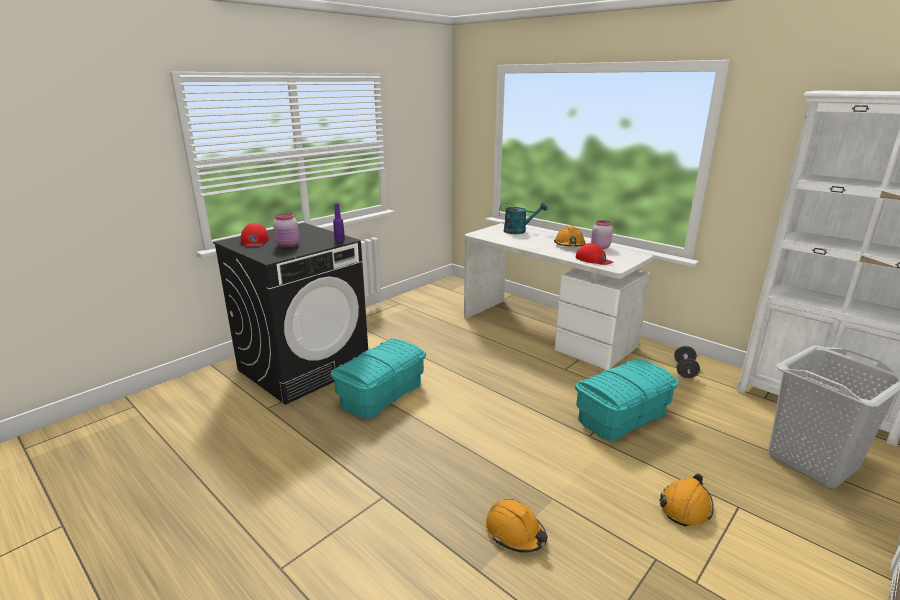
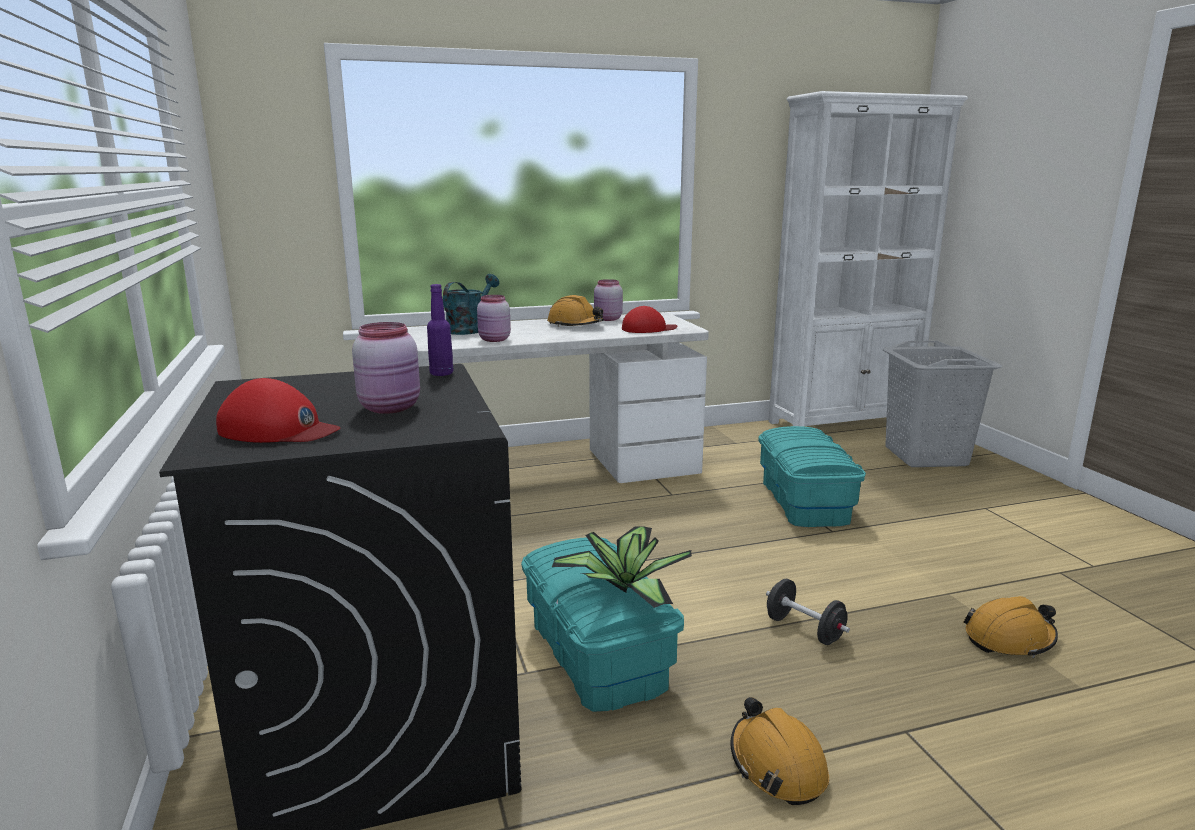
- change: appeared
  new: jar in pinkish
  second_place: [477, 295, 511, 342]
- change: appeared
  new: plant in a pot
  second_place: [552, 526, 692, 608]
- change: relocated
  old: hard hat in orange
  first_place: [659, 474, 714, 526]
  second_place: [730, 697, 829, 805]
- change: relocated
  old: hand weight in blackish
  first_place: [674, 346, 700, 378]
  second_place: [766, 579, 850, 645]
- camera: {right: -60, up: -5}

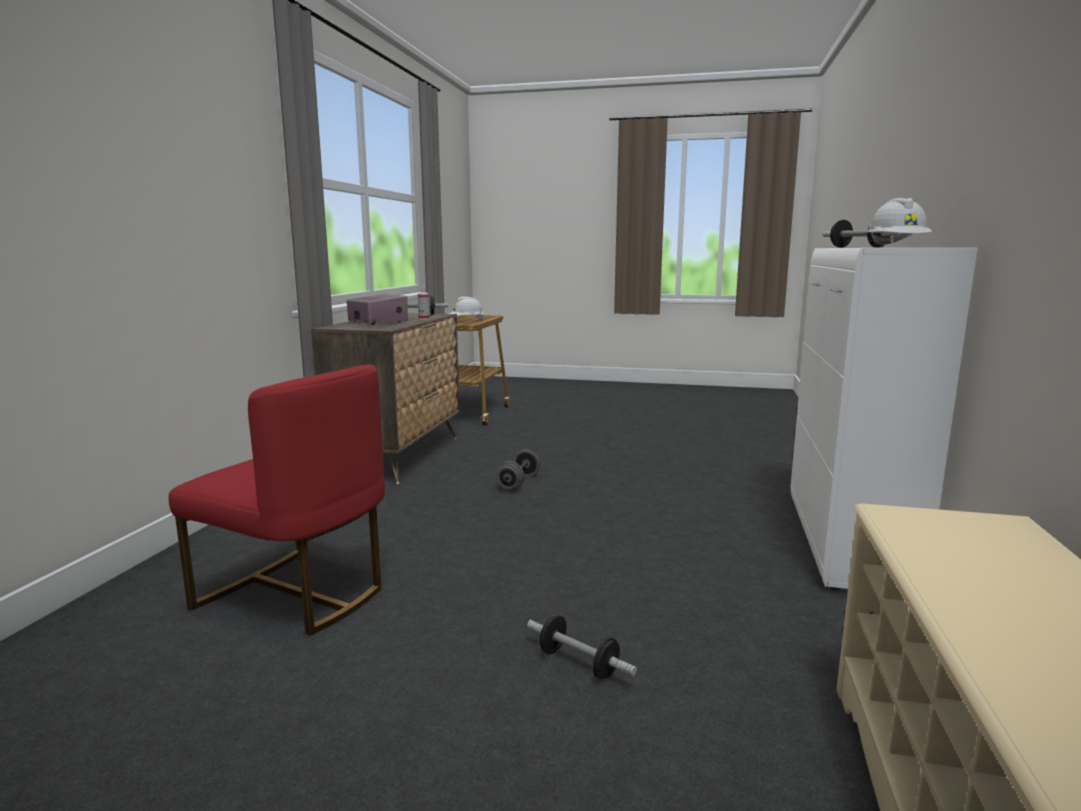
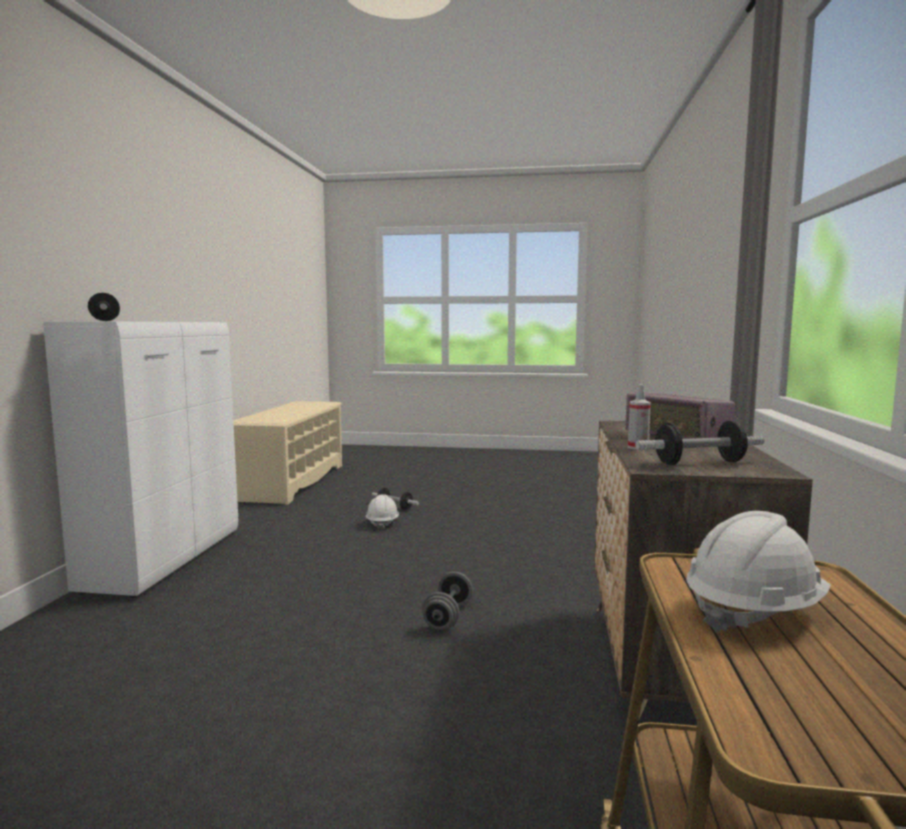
- change: relocated
  old: hard hat in whitish
  first_place: [867, 198, 932, 247]
  second_place: [366, 494, 399, 530]
- change: missing
  old: plain chair in reddish
  first_place: [168, 365, 385, 635]
- camera: {right: 175, up: -5}

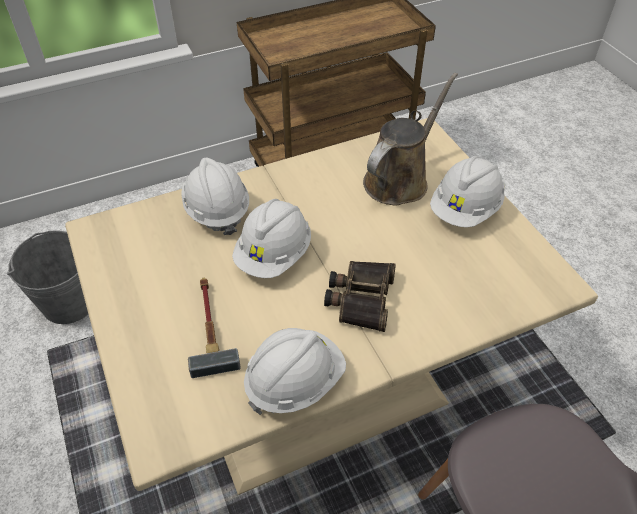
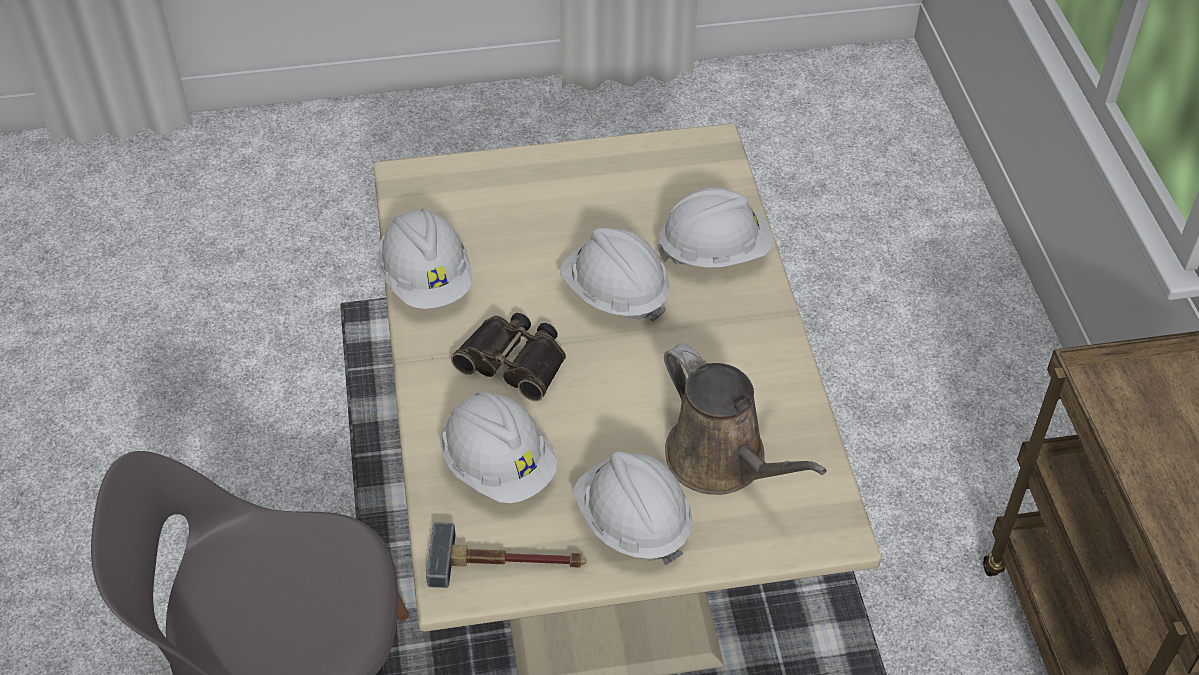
- change: relocated
  old: hand hammer
  first_place: [188, 278, 241, 378]
  second_place: [426, 522, 587, 588]
- change: appeared
  new: hard hat in whitish
  second_place: [440, 392, 558, 503]
- change: missing
  old: water bucket in grey
  first_place: [7, 230, 88, 324]
- camera: {right: 105, up: 0}

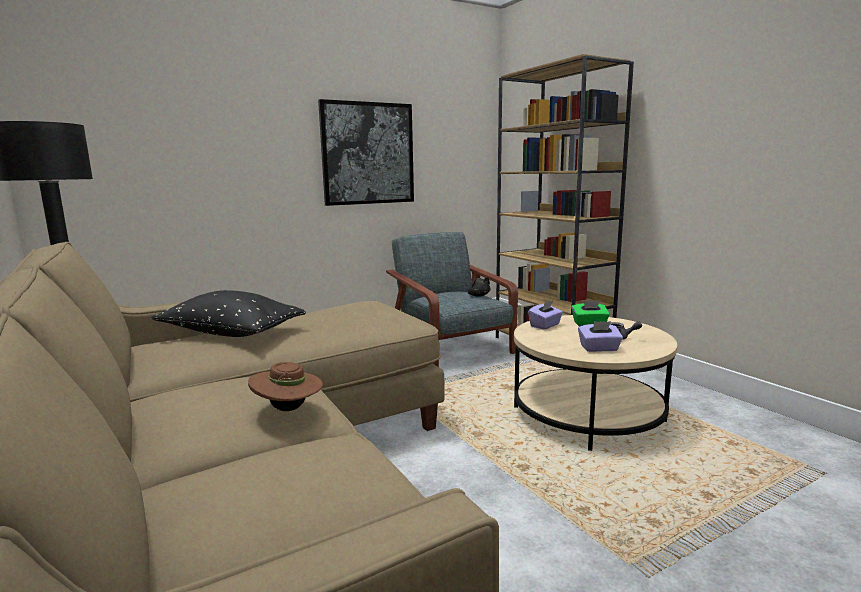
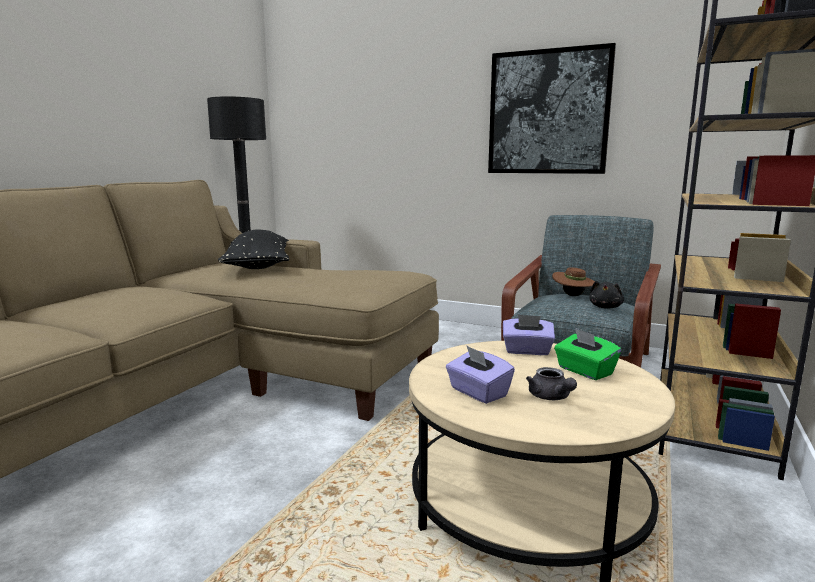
- change: relocated
  old: clothing hat in brown-coloured
  first_place: [248, 362, 323, 411]
  second_place: [552, 267, 595, 296]
- camera: {right: 55, up: 0}

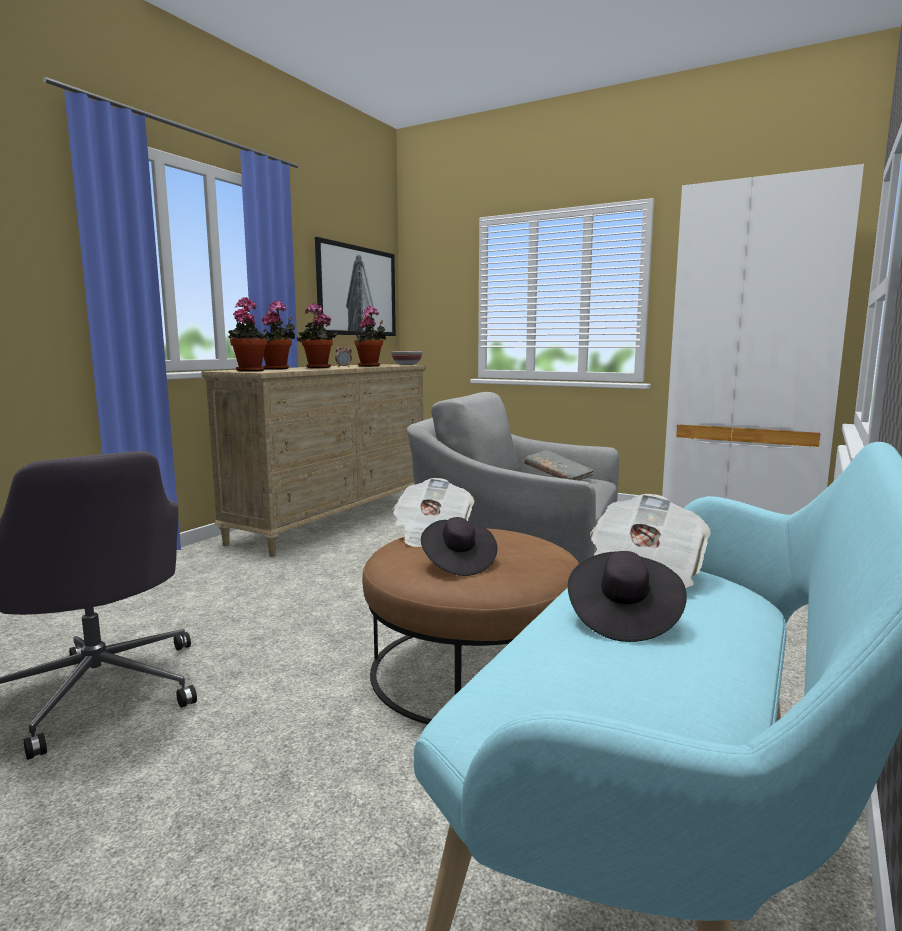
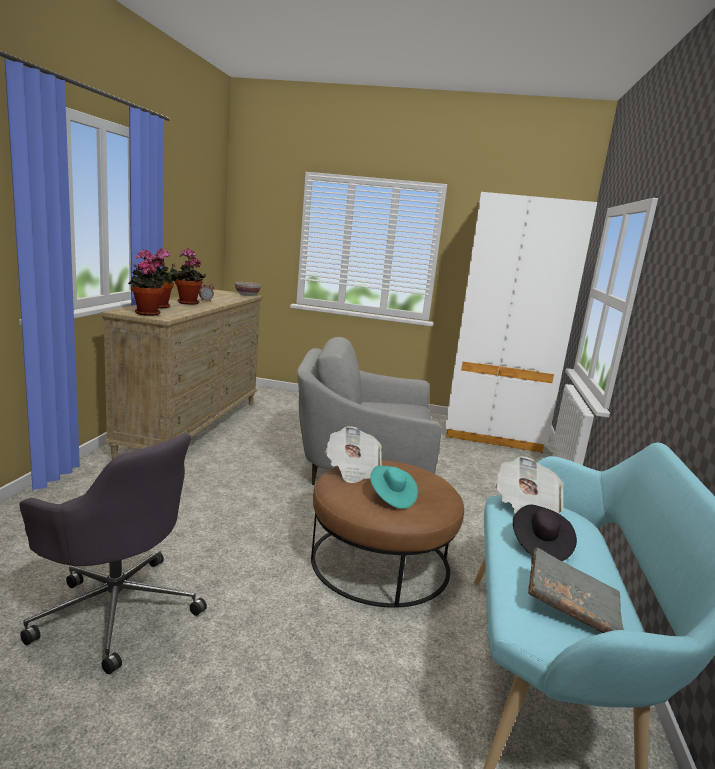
- change: colour
  old: clothing hat in blackish
  new: clothing hat in blue-green
  first_place: [421, 517, 497, 576]
  second_place: [370, 466, 418, 509]
- change: relocated
  old: book in grey
  first_place: [524, 449, 594, 481]
  second_place: [528, 547, 624, 633]
- change: missing
  old: picture
  first_place: [315, 237, 396, 336]
- change: missing
  old: plant in a pot
  first_place: [354, 306, 386, 367]
- camera: {right: -20, up: 5}

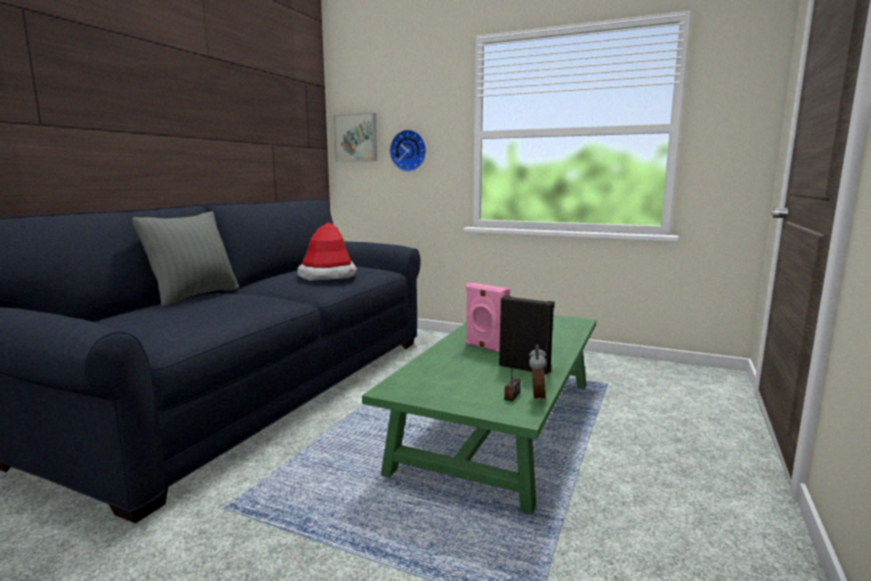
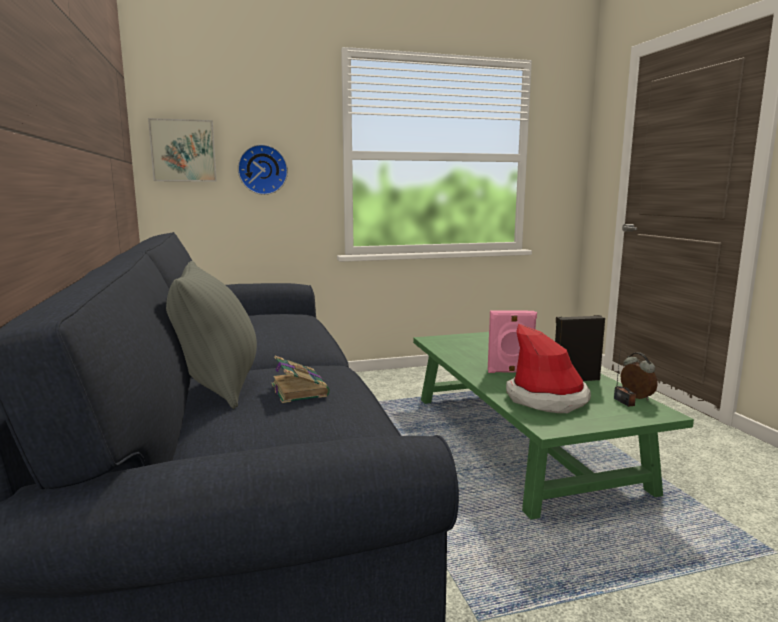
- change: appeared
  new: book
  second_place: [271, 356, 330, 403]
- change: relocated
  old: clothing hat
  first_place: [297, 222, 357, 281]
  second_place: [506, 324, 591, 413]
- camera: {right: -40, up: 0}

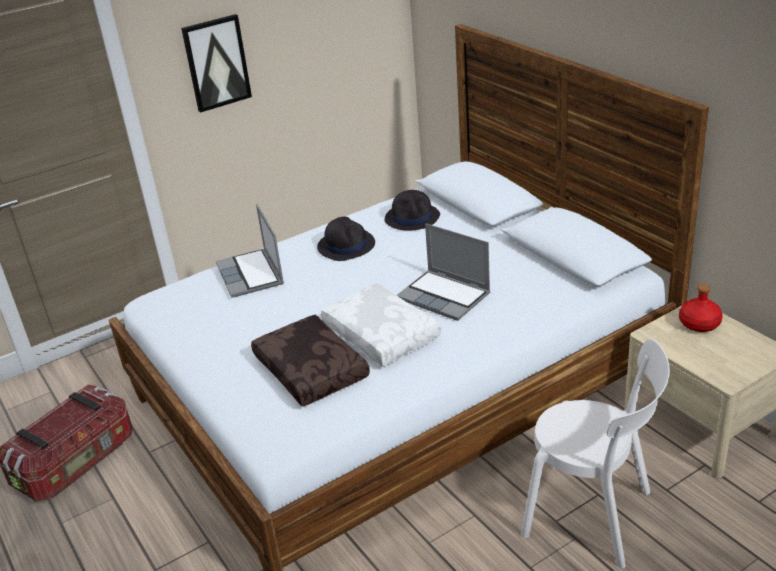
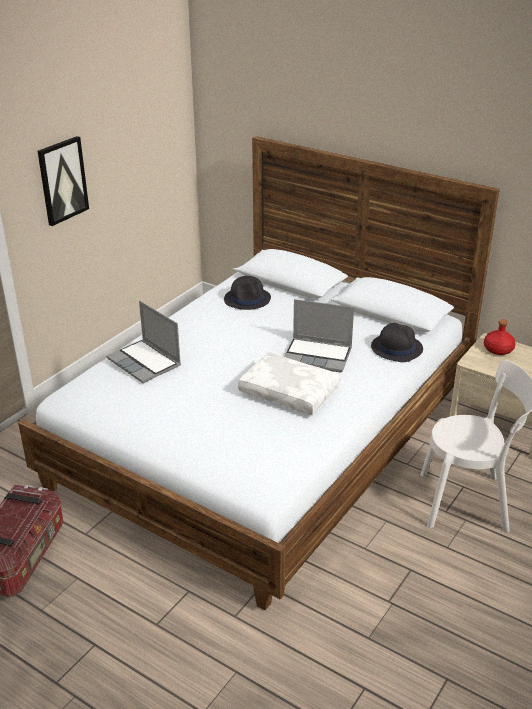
- change: relocated
  old: clothing hat in blackish
  first_place: [317, 216, 375, 261]
  second_place: [371, 323, 423, 362]
- change: missing
  old: pillow in brown-coloured
  first_place: [251, 315, 370, 407]
- camera: {right: -25, up: 0}

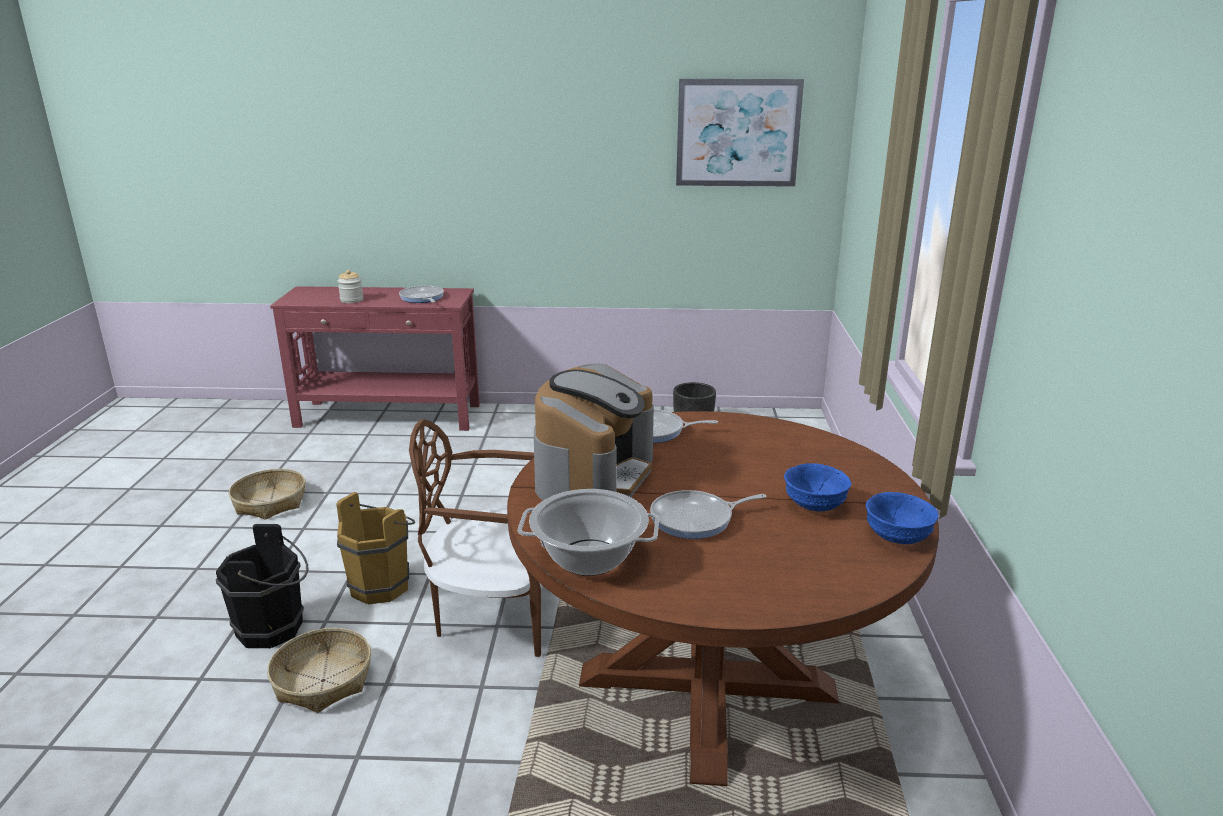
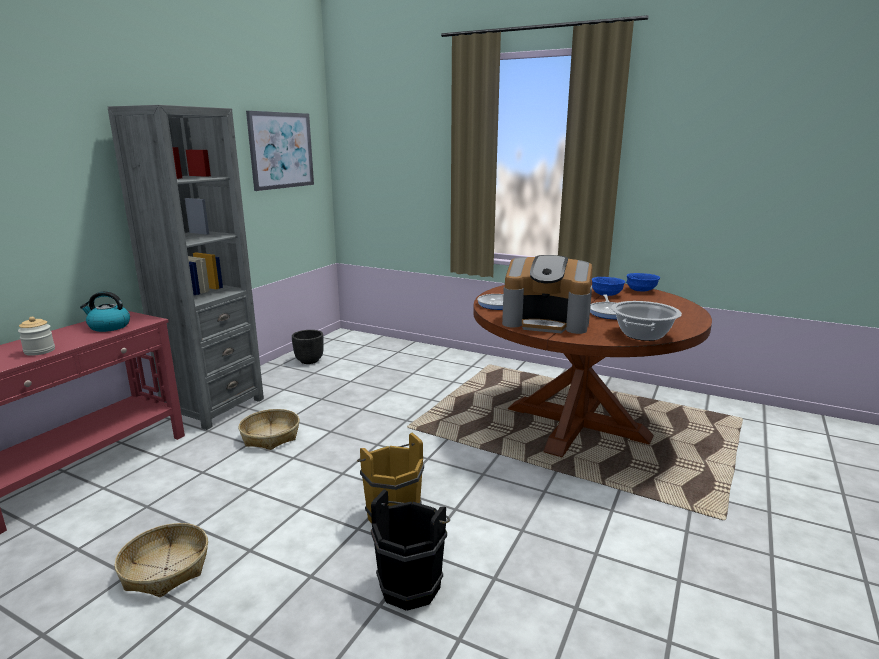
- change: exchanged
  old: pan
  new: tea kettle
  first_place: [399, 286, 444, 303]
  second_place: [80, 291, 130, 332]
- change: appeared
  new: bookshelf in grey
  second_place: [107, 105, 264, 430]
- change: relocated
  old: household basket
  first_place: [267, 628, 371, 713]
  second_place: [238, 409, 300, 450]
- change: spun
  old: coffee brewer
  first_place: [534, 364, 654, 500]
  second_place: [502, 255, 593, 334]
  degrees: 150
- change: missing
  old: plain chair in brown-coloured
  first_place: [409, 420, 541, 657]
- camera: {right: -65, up: -5}

